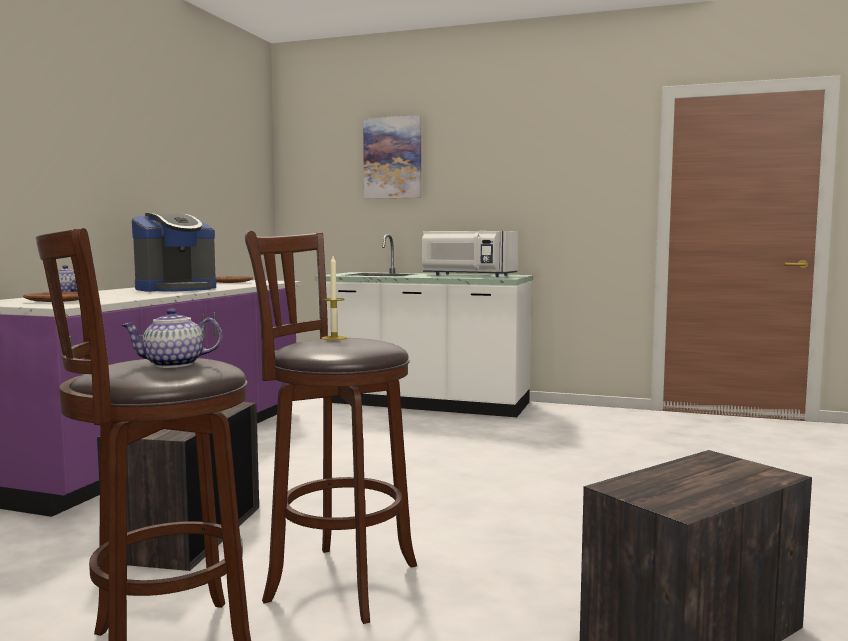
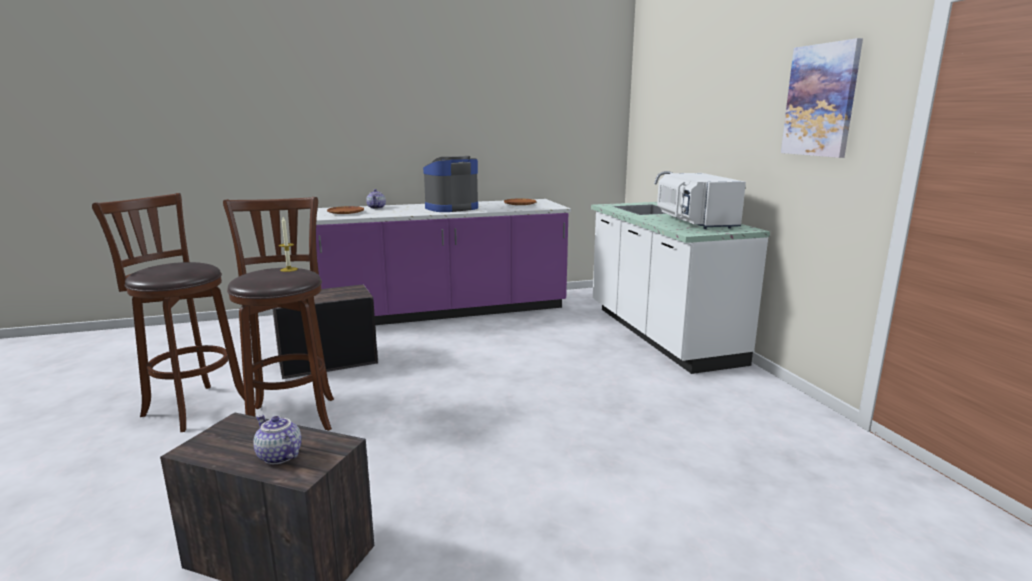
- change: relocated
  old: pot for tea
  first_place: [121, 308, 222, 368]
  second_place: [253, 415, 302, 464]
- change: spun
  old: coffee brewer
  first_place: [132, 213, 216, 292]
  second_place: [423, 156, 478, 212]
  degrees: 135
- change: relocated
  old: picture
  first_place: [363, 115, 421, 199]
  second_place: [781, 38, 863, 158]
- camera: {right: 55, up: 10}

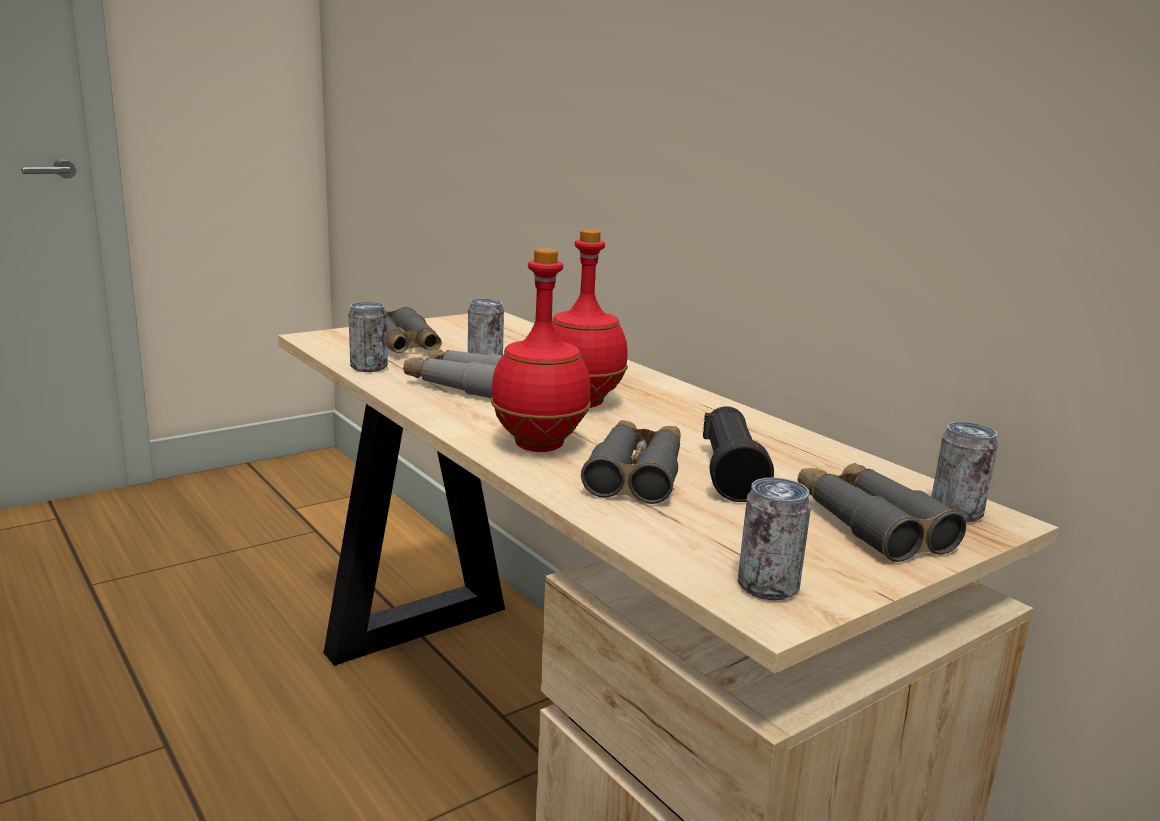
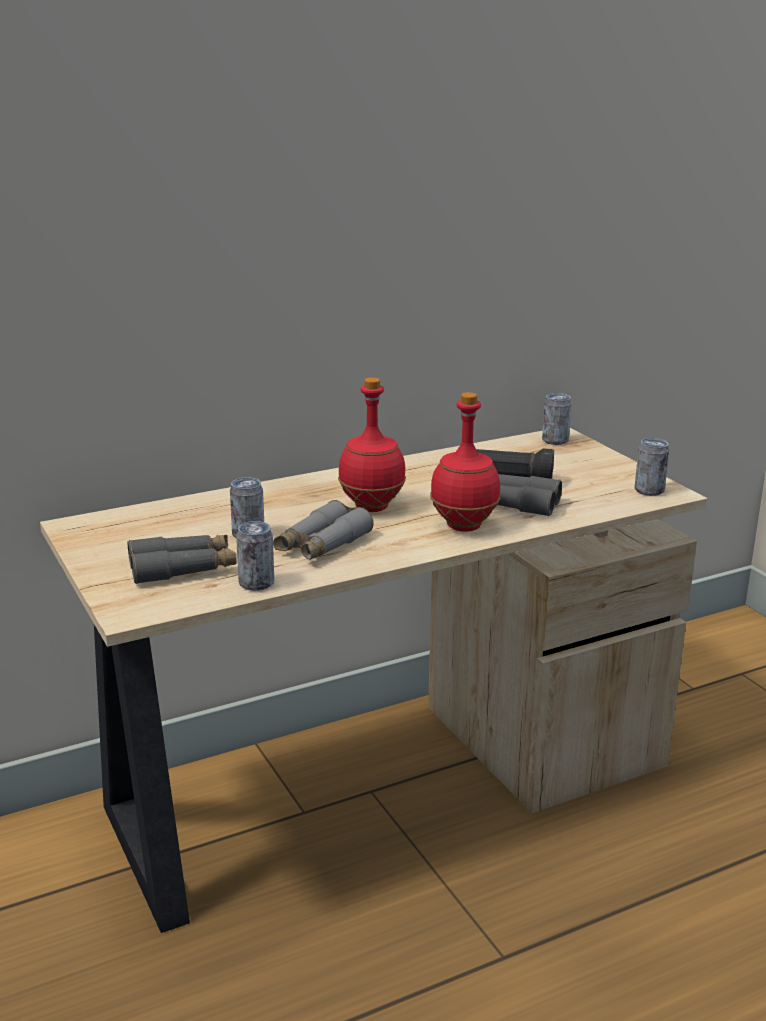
- change: missing
  old: pair of binoculars in grey
  first_place: [798, 463, 966, 562]
- camera: {right: -80, up: 5}

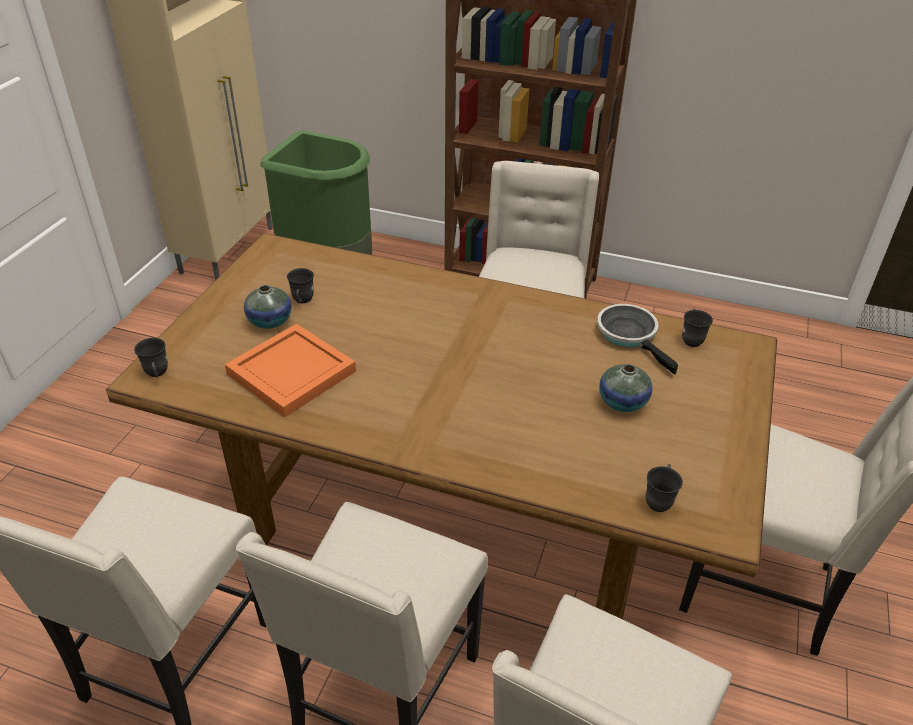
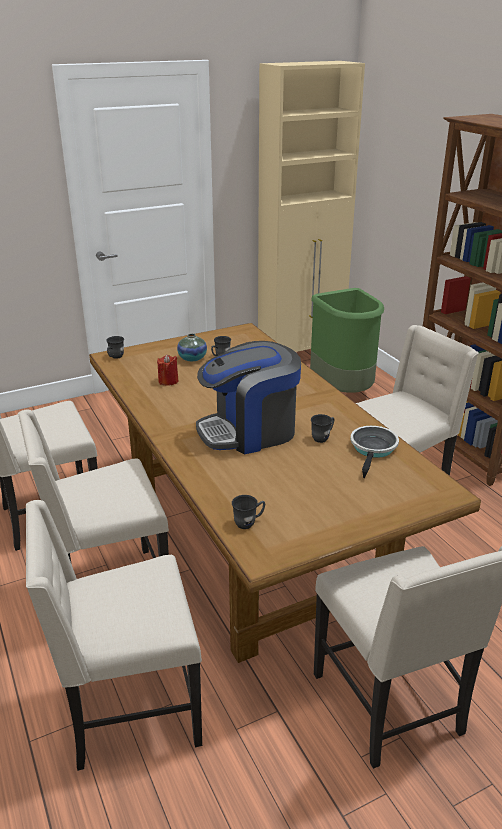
- change: exchanged
  old: carrying tray in orange
  new: candle in reddish
  first_place: [225, 324, 356, 417]
  second_place: [157, 354, 179, 386]
- change: appeared
  new: coffee brewer
  second_place: [196, 341, 301, 455]
- change: relocated
  old: mug in grey
  first_place: [682, 309, 713, 347]
  second_place: [311, 414, 335, 443]
- change: missing
  old: decorative vase
  first_place: [599, 364, 653, 412]
- camera: {right: 45, up: -10}

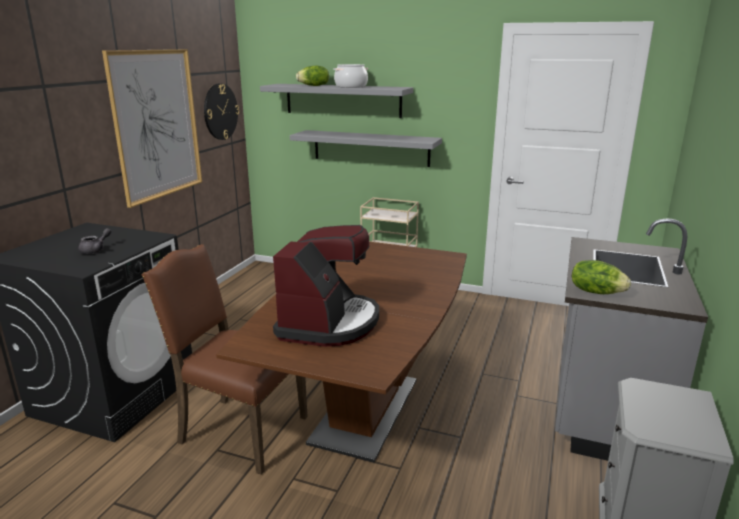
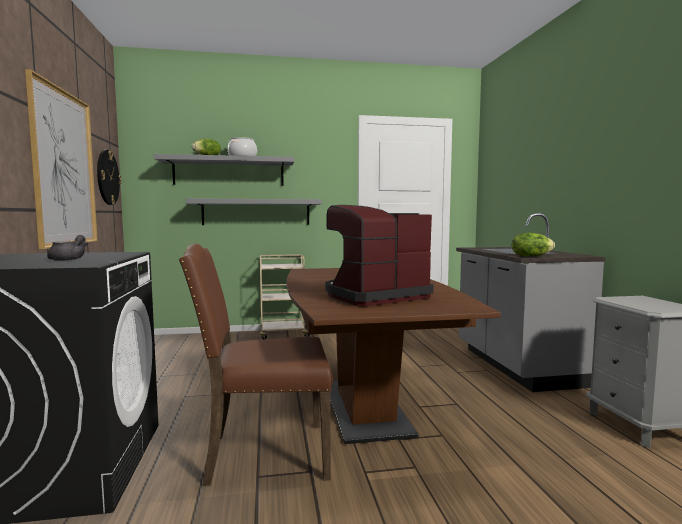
- change: spun
  old: coffee brewer
  first_place: [273, 225, 379, 347]
  second_place: [325, 205, 434, 306]
  degrees: -105
- camera: {right: -30, up: -15}

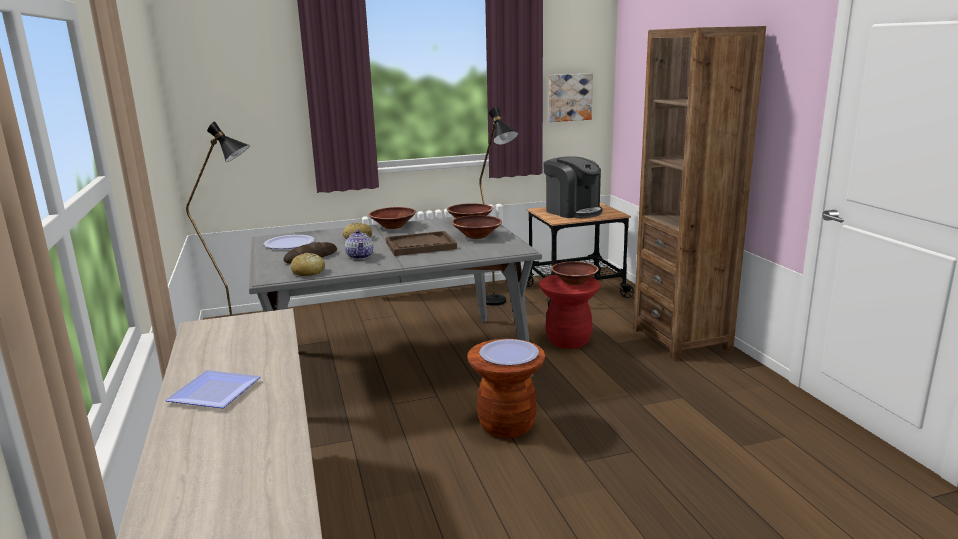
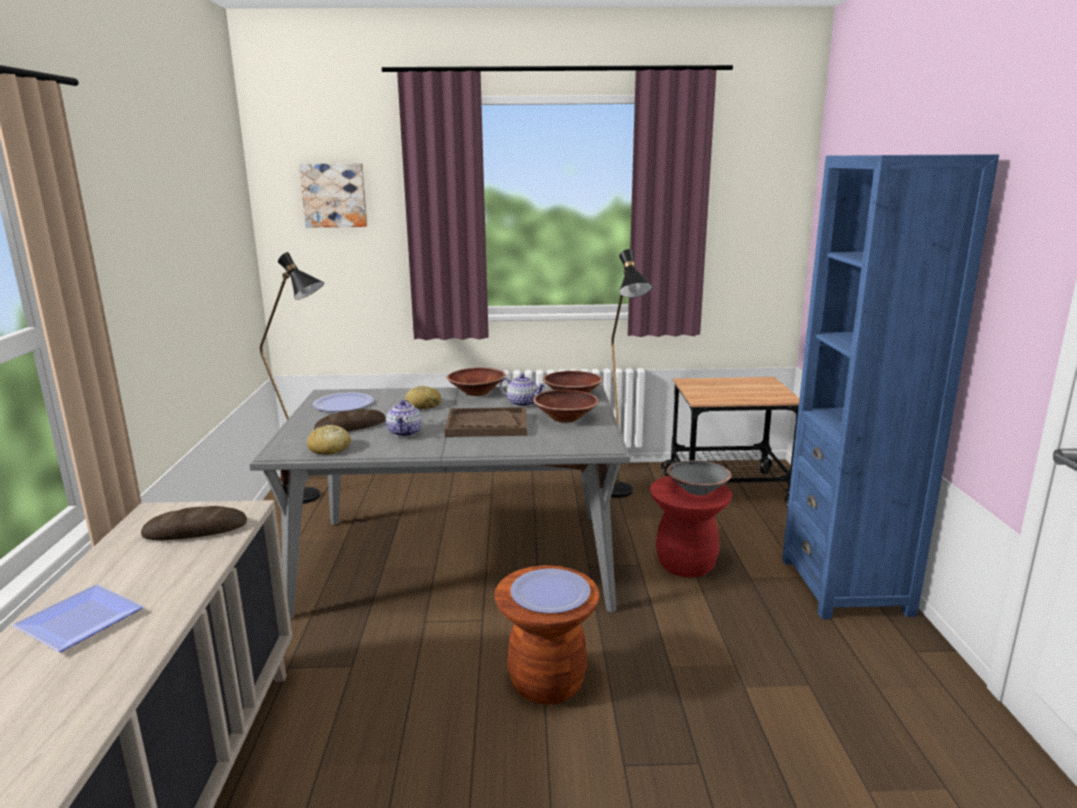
- change: appeared
  new: bread
  second_place: [141, 506, 247, 540]
- change: relocated
  old: picture
  first_place: [549, 73, 593, 122]
  second_place: [299, 163, 367, 227]
- change: appeared
  new: pot for tea
  second_place: [500, 374, 546, 407]
- change: colour
  old: deep dish in brown-coloured
  new: deep dish in grey
  first_place: [551, 261, 599, 285]
  second_place: [667, 460, 732, 495]
- change: colour
  old: bookshelf in brown-coloured
  new: bookshelf in bluish
  first_place: [633, 26, 766, 360]
  second_place: [782, 155, 999, 619]
- change: missing
  old: coffee brewer
  first_place: [543, 156, 603, 218]
- camera: {right: 15, up: 0}

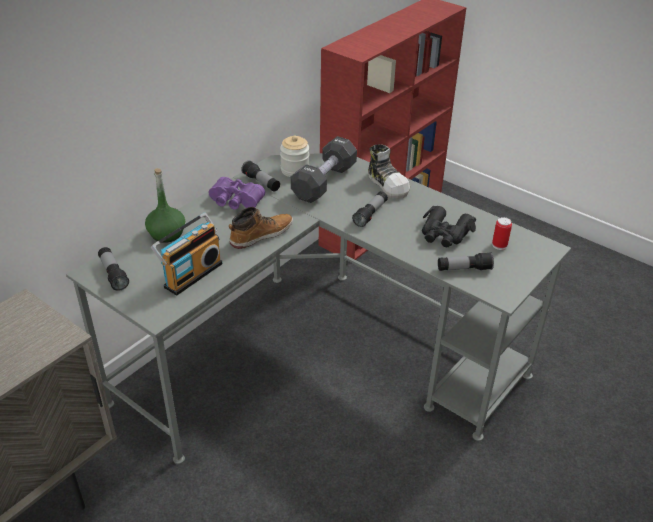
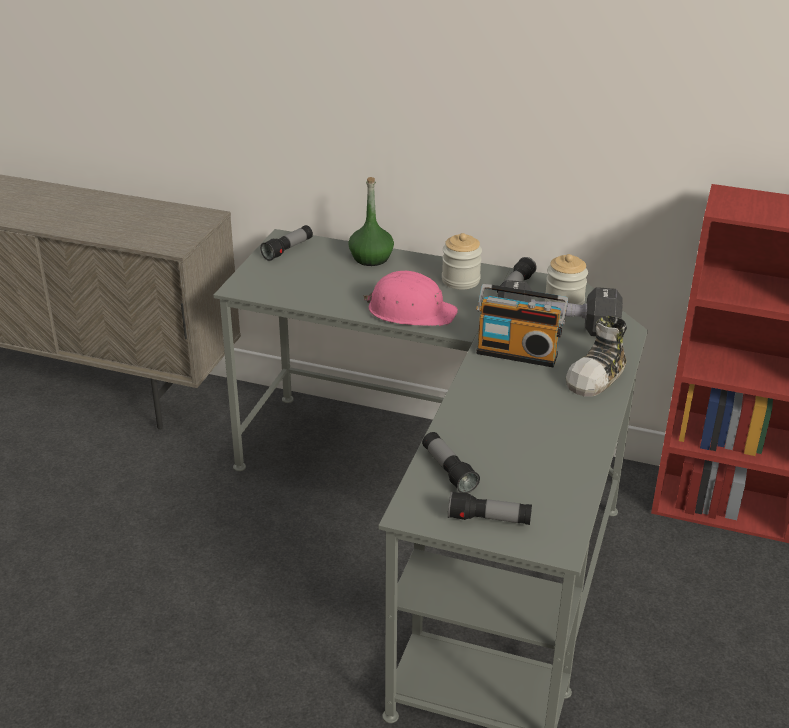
- change: exchanged
  old: boot
  new: hard hat in pinkish
  first_place: [229, 207, 293, 249]
  second_place: [363, 271, 458, 326]
- change: exchanged
  old: pair of binoculars in purplish
  new: jar
  first_place: [209, 177, 265, 210]
  second_place: [442, 233, 482, 290]
- change: relocated
  old: torch
  first_place: [352, 191, 388, 227]
  second_place: [448, 491, 532, 525]
- change: relocated
  old: radio receiver
  first_place: [151, 212, 222, 296]
  second_place: [476, 284, 568, 367]
- change: missing
  old: pair of binoculars in blackish
  first_place: [422, 206, 476, 247]
- change: missing
  old: sealed can
  first_place: [492, 217, 512, 250]
- camera: {right: 70, up: -5}

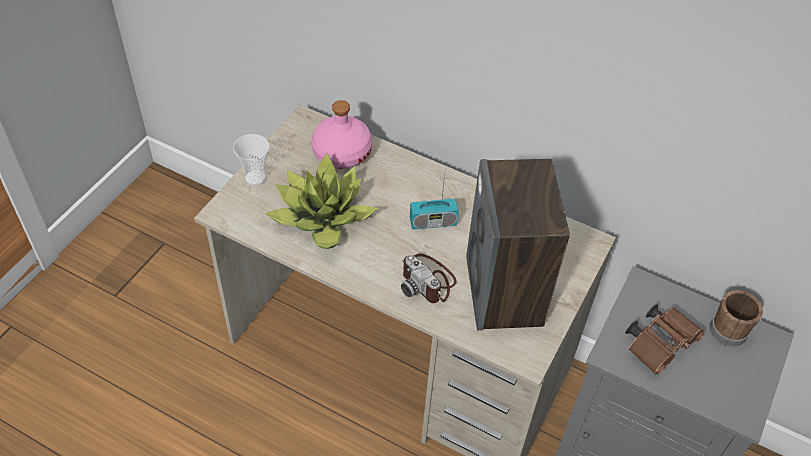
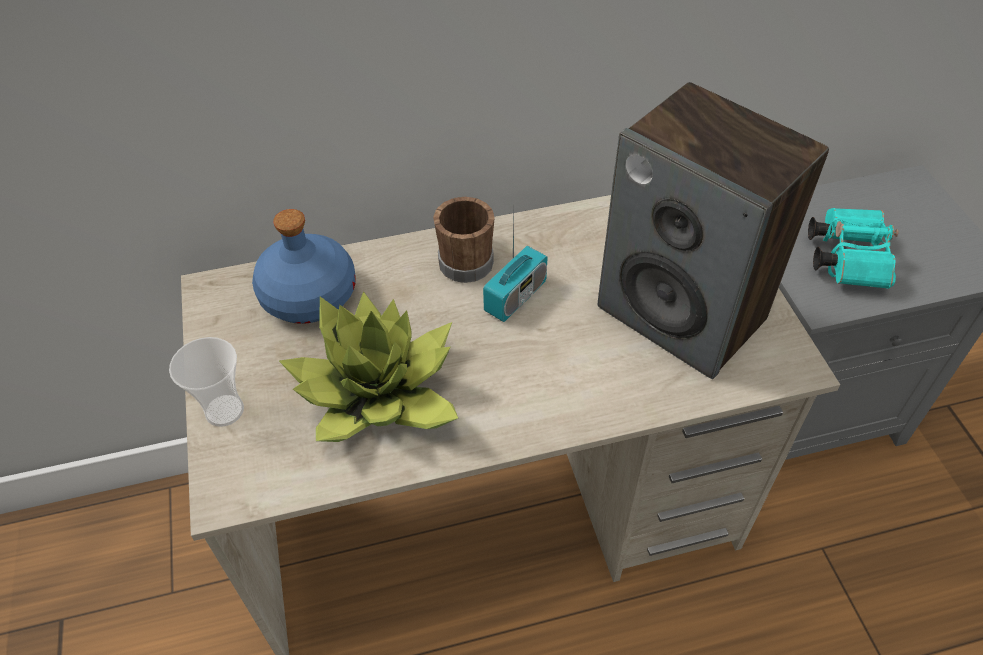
- change: colour
  old: bottle in pinkish
  new: bottle in bluish
  first_place: [312, 100, 372, 169]
  second_place: [252, 209, 356, 324]
- change: relocated
  old: mug in brown-coloured
  first_place: [710, 290, 763, 347]
  second_place: [433, 197, 495, 283]
- change: colour
  old: pair of binoculars in brown-coloured
  new: pair of binoculars in blue-green
  first_place: [625, 304, 705, 375]
  second_place: [808, 208, 898, 289]
- change: missing
  old: photo camera
  first_place: [401, 254, 457, 303]
- camera: {right: -40, up: 0}

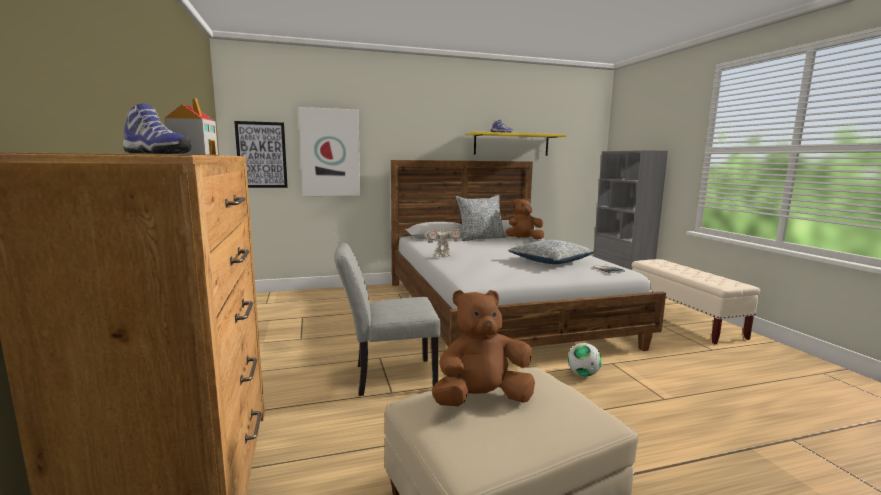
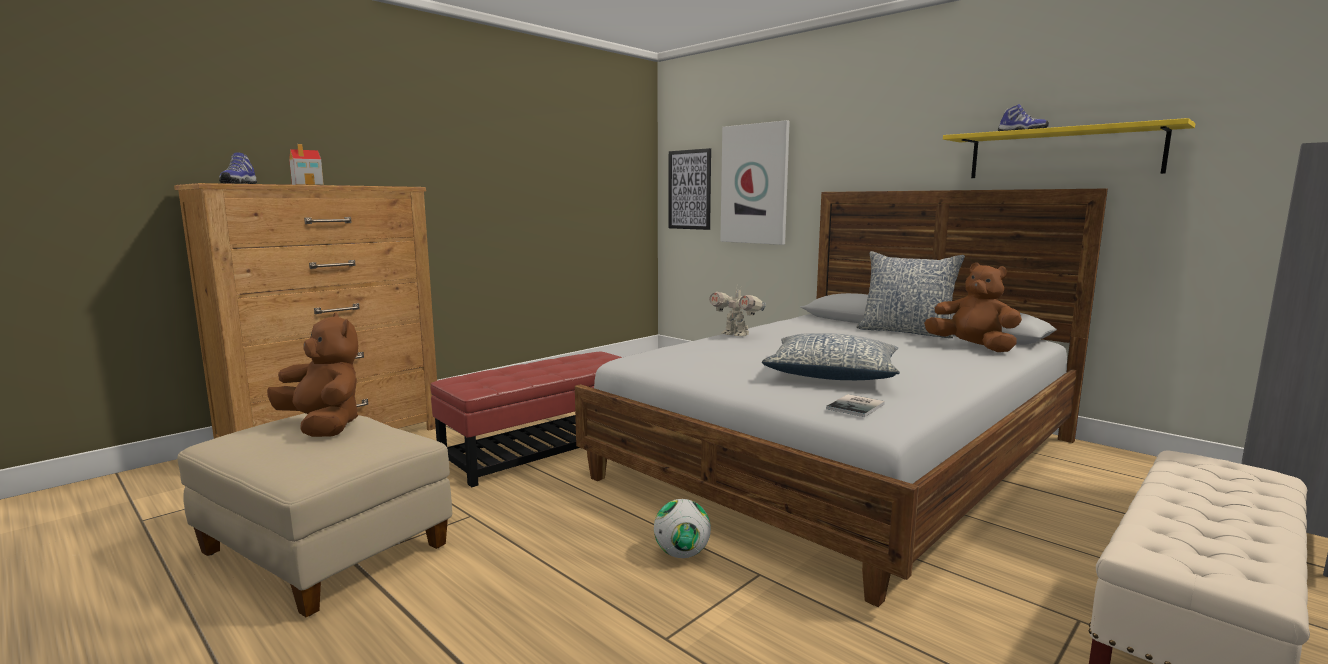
- change: exchanged
  old: plain chair in grey
  new: ottoman in reddish
  first_place: [334, 243, 441, 396]
  second_place: [431, 352, 622, 487]
- camera: {right: 60, up: 0}

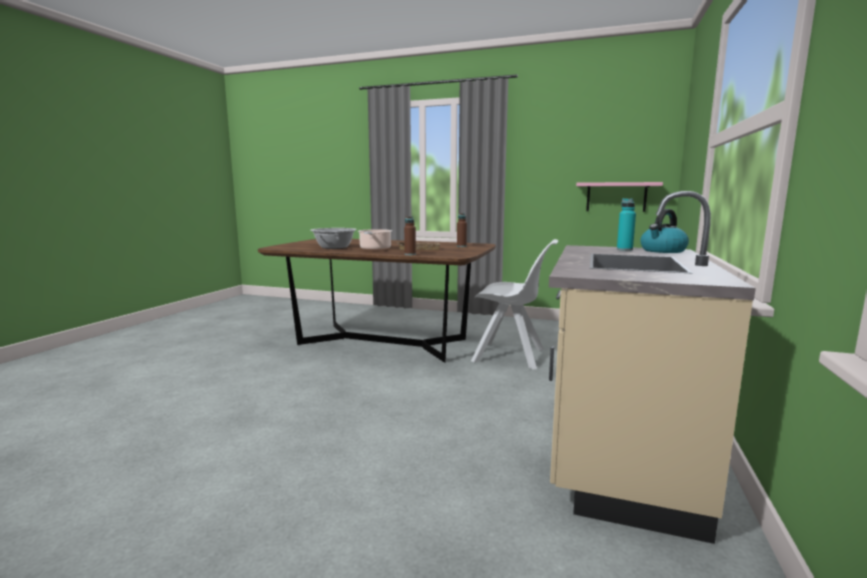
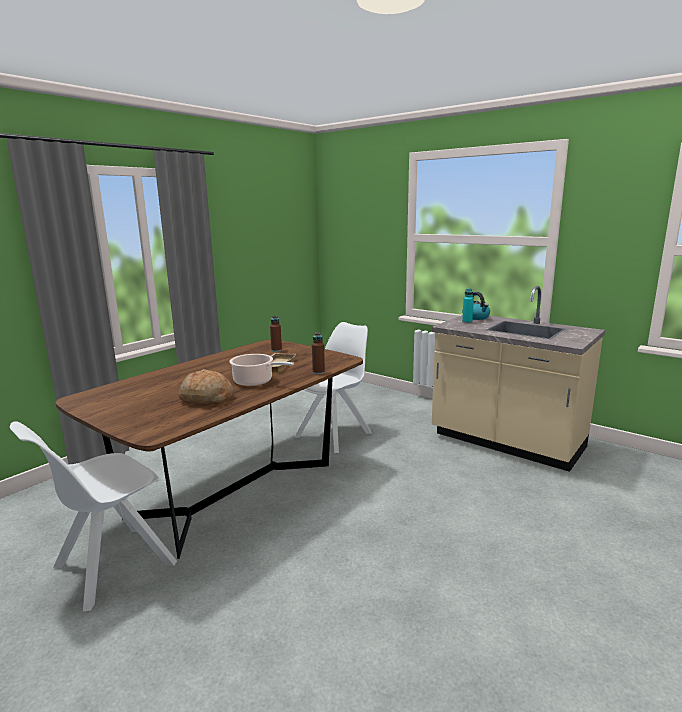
- change: appeared
  new: plain chair in whitish
  second_place: [10, 421, 177, 611]
- change: exchanged
  old: saucepot
  new: bread
  first_place: [310, 228, 357, 249]
  second_place: [179, 369, 234, 405]
- change: missing
  old: wall shelf in pinkish
  first_place: [576, 182, 663, 212]
- camera: {right: -70, up: 5}

